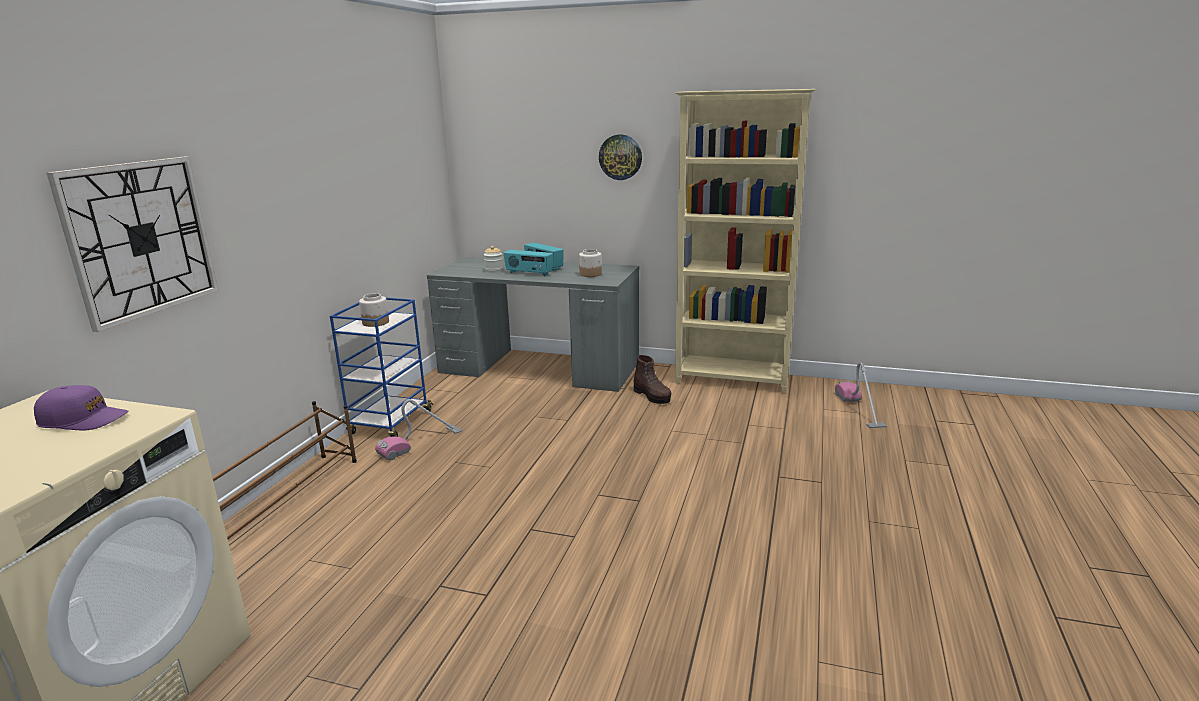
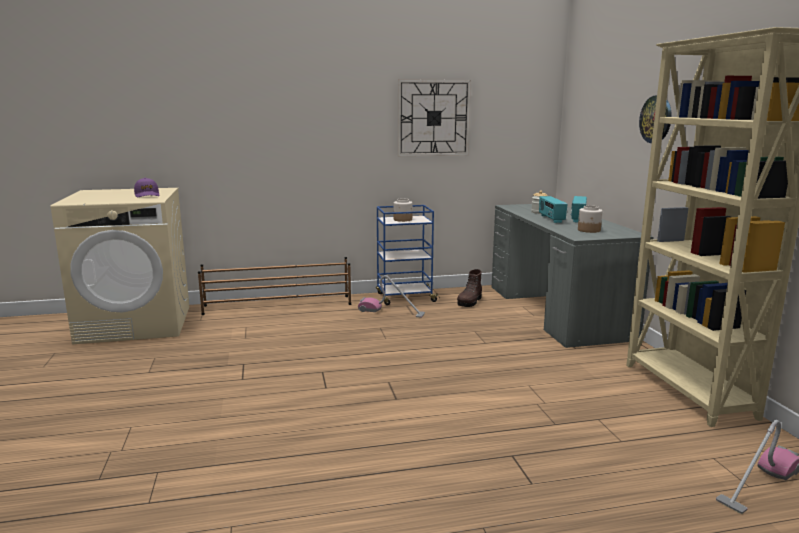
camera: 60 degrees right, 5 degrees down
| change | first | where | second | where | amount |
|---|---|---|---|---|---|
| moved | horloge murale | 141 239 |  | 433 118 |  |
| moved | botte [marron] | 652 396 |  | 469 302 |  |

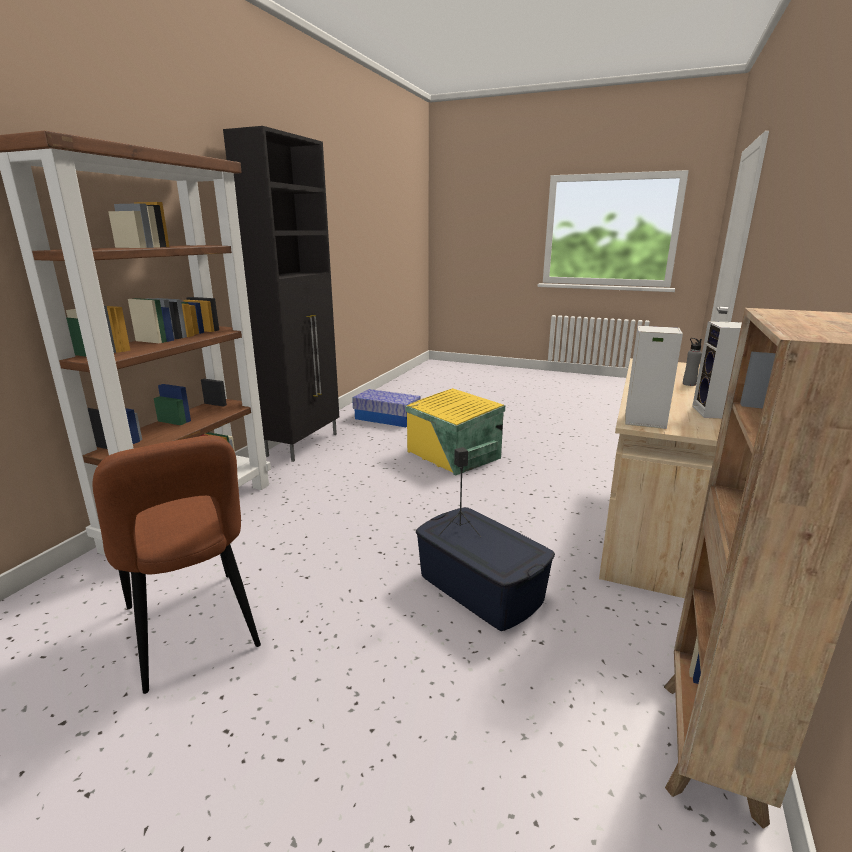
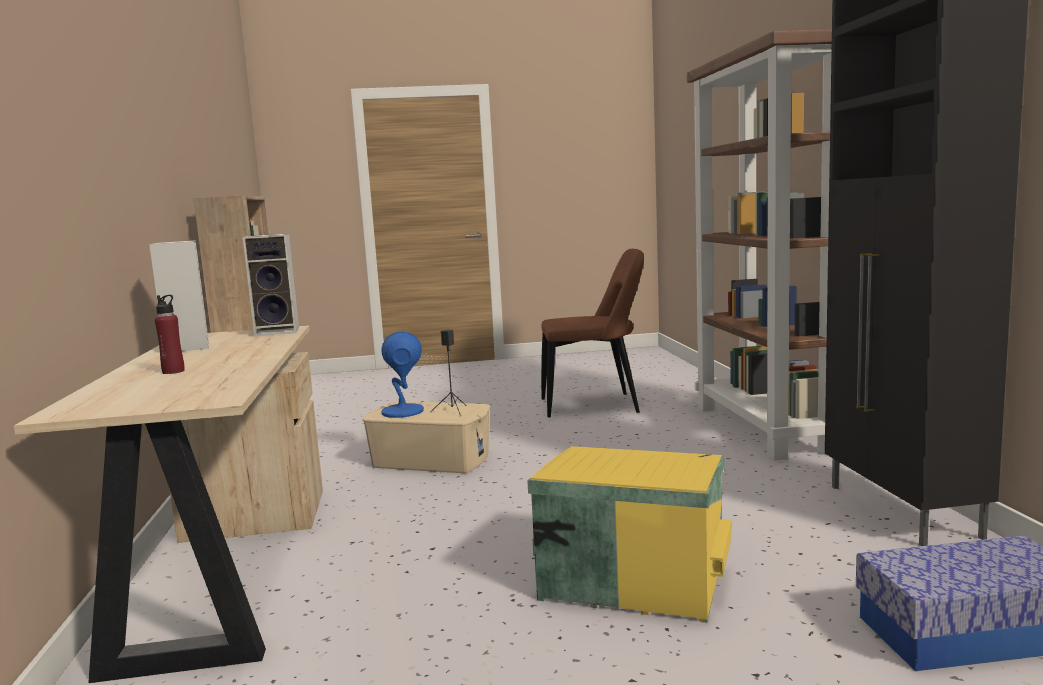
camera: 150 degrees right, 10 degrees down
| change | first | where | second | where | amount |
|---|---|---|---|---|---|
| turned | chaise [marron] | 193 632 |  | 594 406 | 150 degrees clockwise |
| recoloured | boîte de rangement [bleu] | 480 588 | boîte de rangement [beige] | 431 460 |  |
| recoloured | bouteille [gris] | 689 384 | bouteille [rouge] | 173 371 |  |
| added |  |  | lampe de table [bleu] | 402 412 |  |

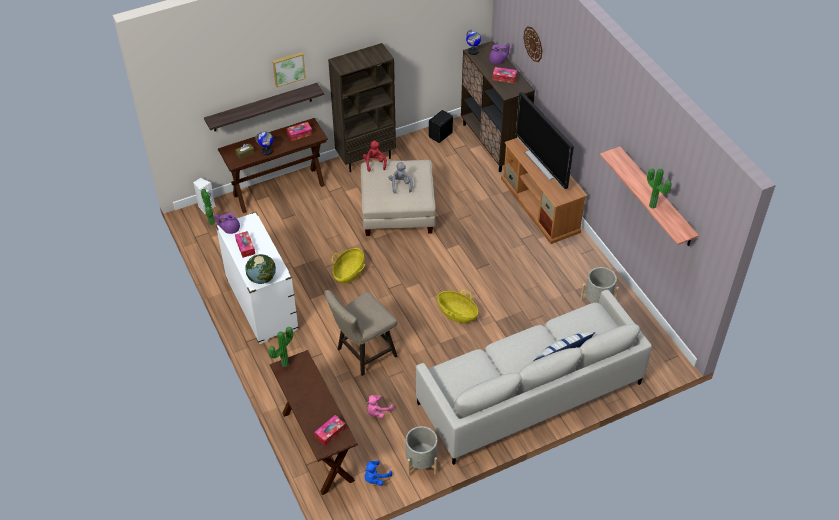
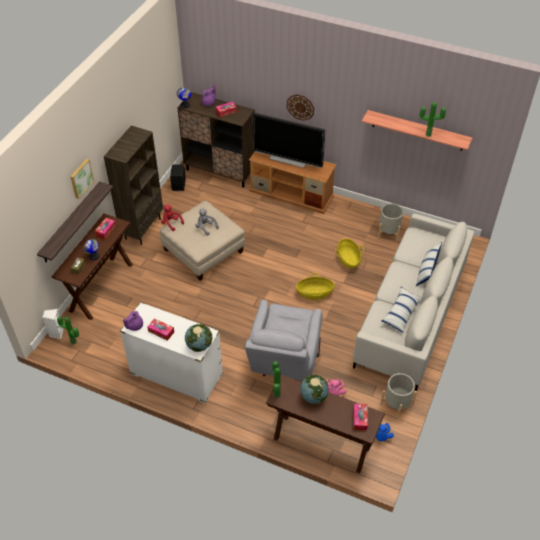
camera: 40 degrees left, 0 degrees up
| change | first | where | second | where | amount |
|---|---|---|---|---|---|
| replaced | tabouret [beige] | 363 354 | fauteuil [gris] | 283 360 |  |
| moved | panier | 349 272 |  | 348 259 |  |
| moved | horloge murale | 533 44 |  | 300 107 |  |
| added |  |  | globe | 313 396 |  |
| added |  |  | coussin | 401 313 |  |

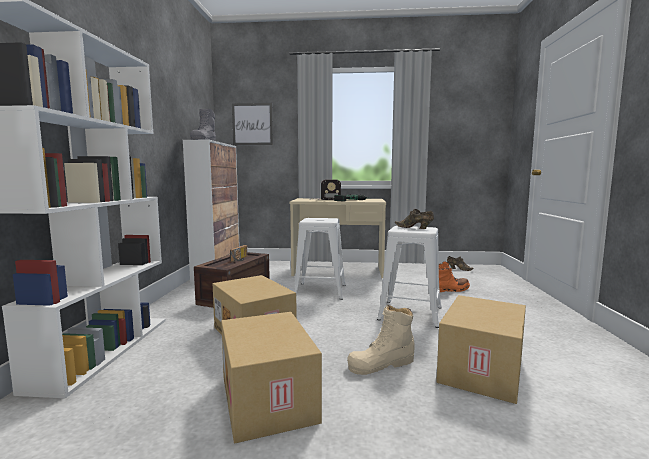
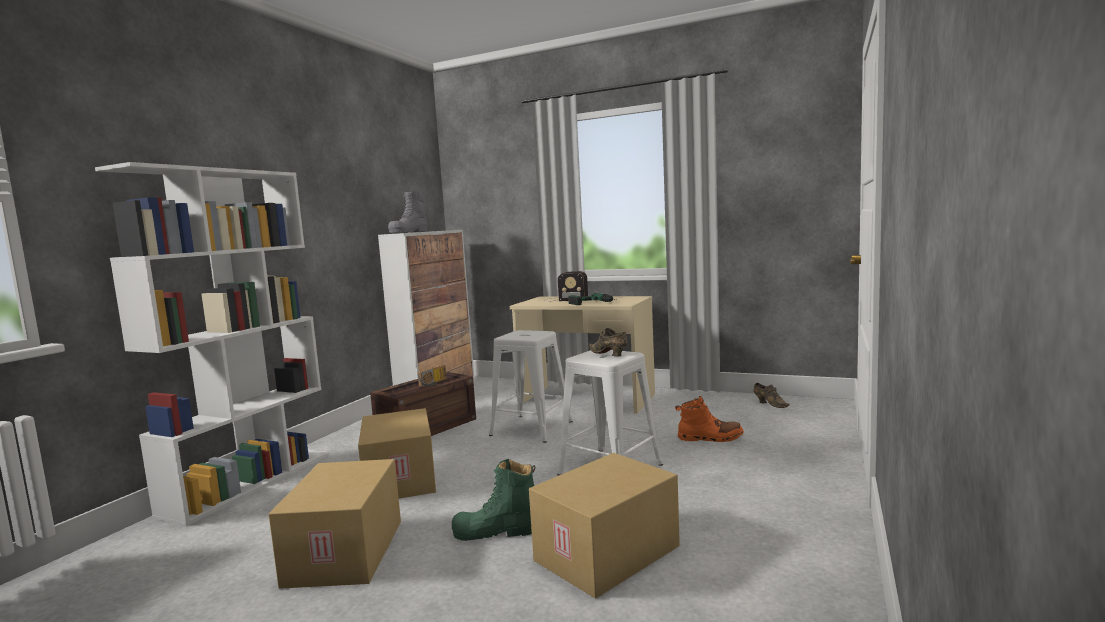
camera: 20 degrees right, 0 degrees up
| change | first | where | second | where | amount |
|---|---|---|---|---|---|
| removed | tableau | 252 124 |  |  |  |
| recoloured | botte [beige] | 381 364 | botte [vert] | 497 531 |  |

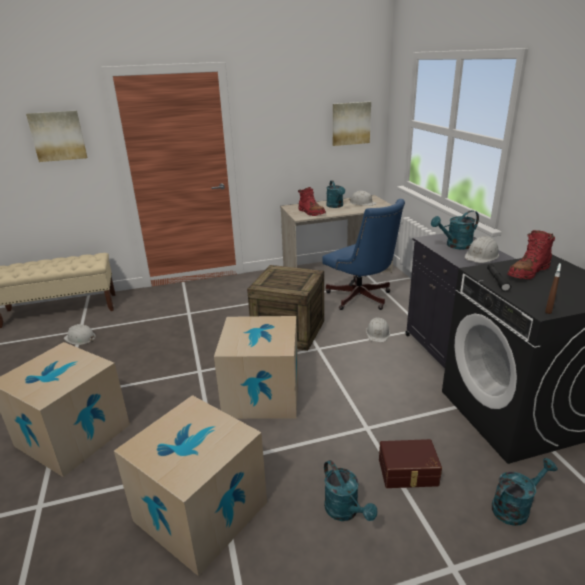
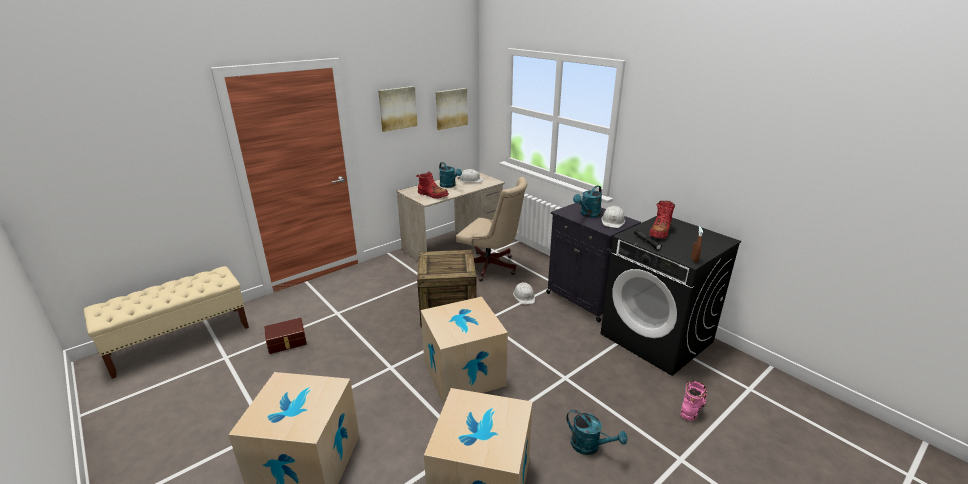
camera: 25 degrees left, 0 degrees up
| change | first | where | second | where | amount |
|---|---|---|---|---|---|
| moved | tableau | 58 136 |  | 397 108 |  |
| removed | casque de chantier [blanc] | 80 338 |  |  |  |
| recoloured | chaise de bureau [bleu] | 361 299 | chaise de bureau [beige] | 491 268 |  |
| moved | boîte de rangement [marron] | 408 473 |  | 287 342 |  |
| replaced | arrosoir [turquoise] | 515 507 | botte [rose] | 692 404 |  |

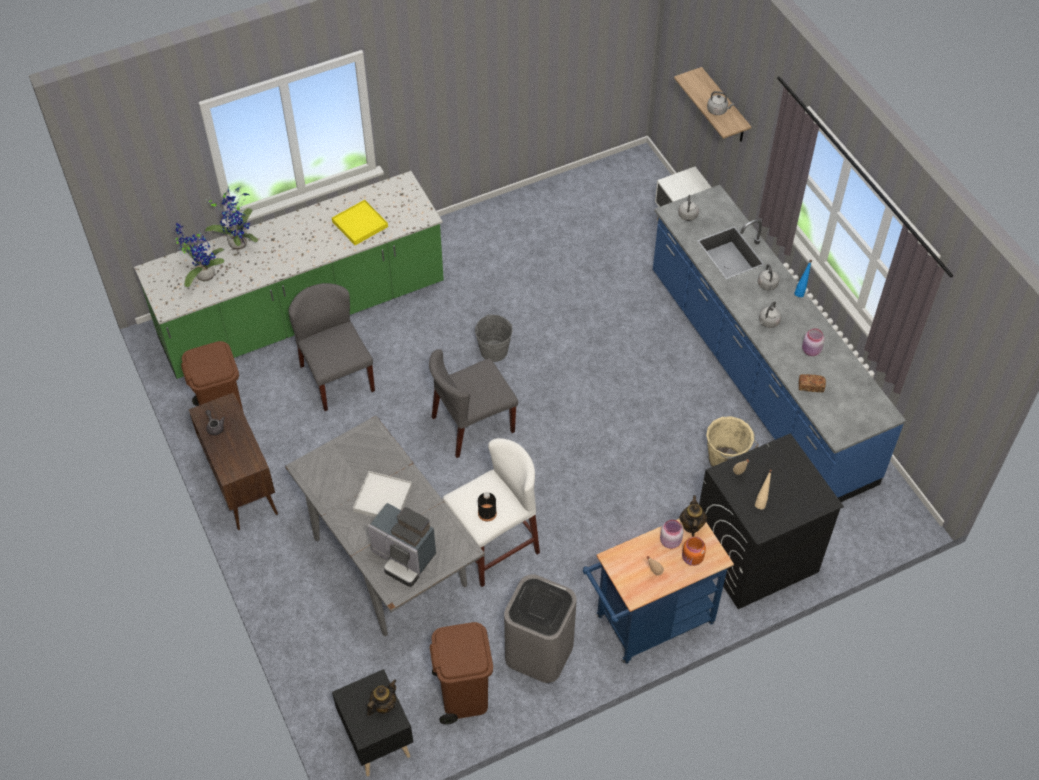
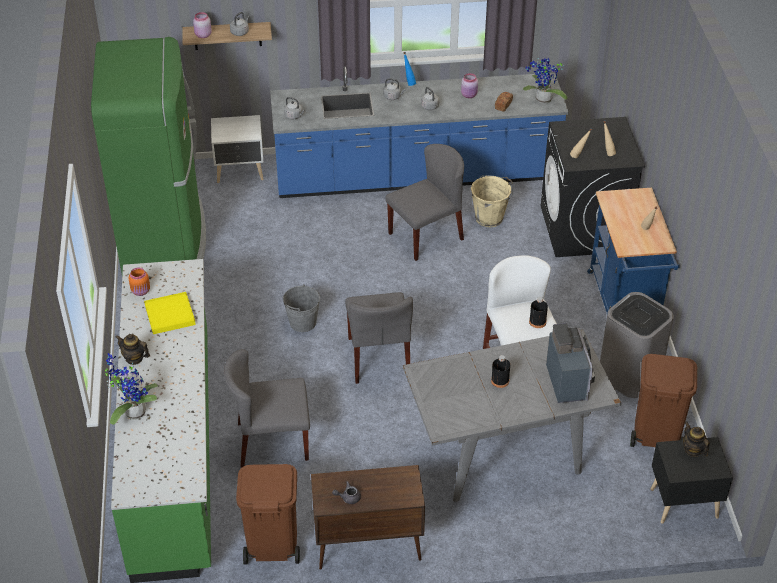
camera: 70 degrees left, 10 degrees down
| change | first | where | second | where | amount |
|---|---|---|---|---|---|
| moved | plante en pot | 203 274 |  | 542 100 |  |
| replaced | plateau [blanc] | 382 498 | bouteille [noir] | 500 381 |  |
| turned | machine à café | 404 558 |  | 569 381 | 60 degrees counterclockwise |
| moved | bocal [rose] | 669 541 |  | 202 35 |  |
| moved | théière | 691 525 |  | 134 358 |  |
| moved | bocal [orange] | 692 559 |  | 141 291 |  |
| added |  |  | réfrigérateur [vert] | 164 237 |  |
| added |  |  | chaise [gris] | 426 236 |  |

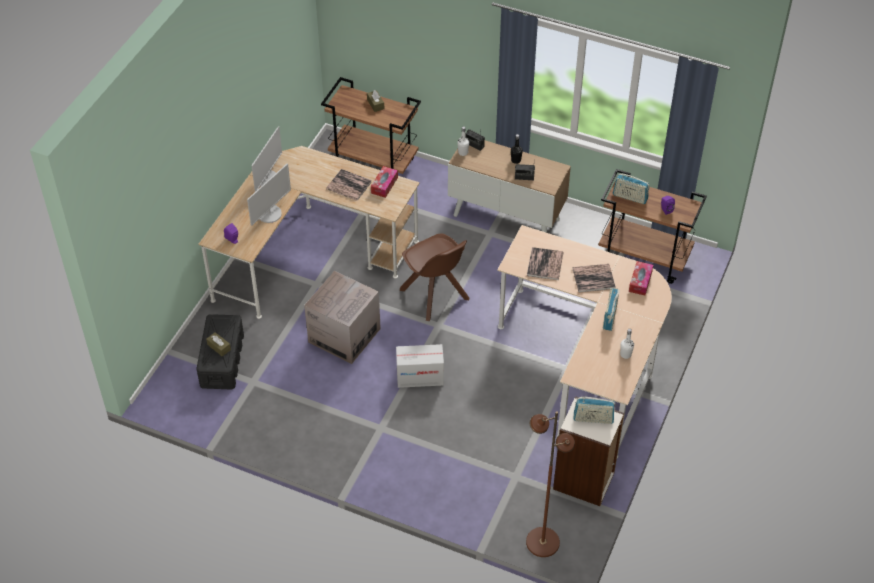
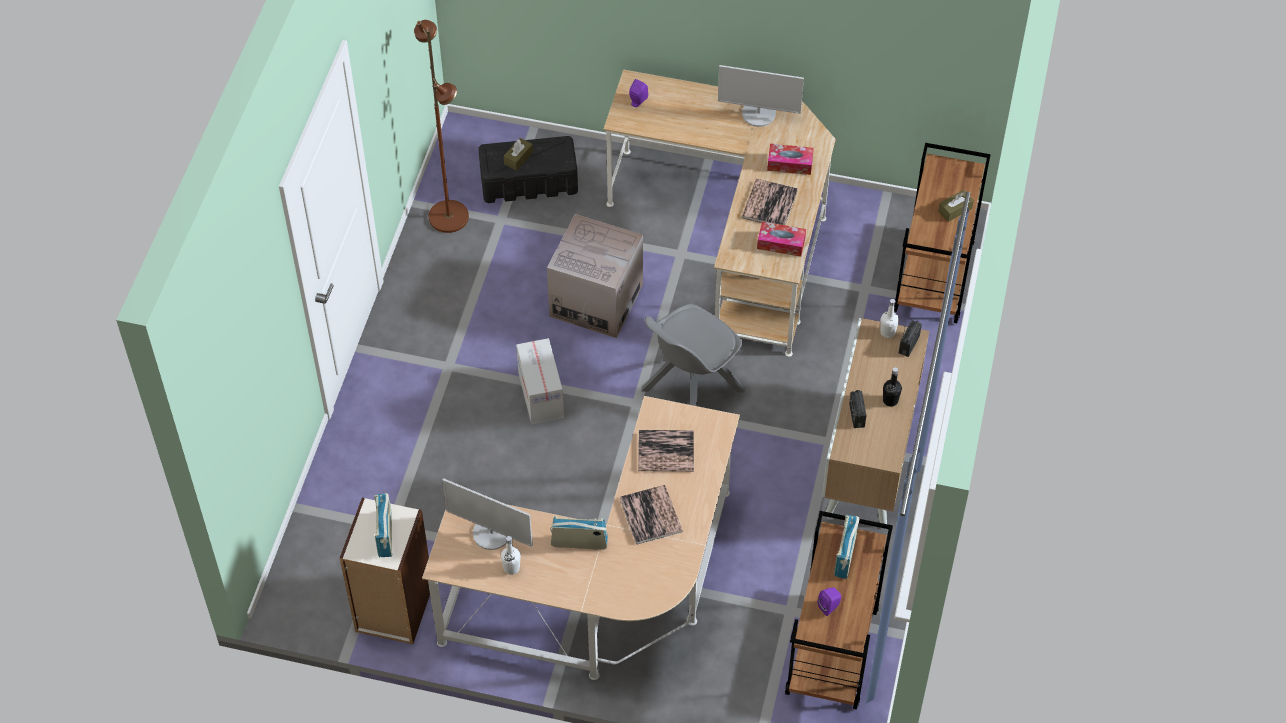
camera: 80 degrees right, 5 degrees up
| change | first | where | second | where | amount |
|---|---|---|---|---|---|
| moved | écran d'ordinateur | 269 214 |  | 492 533 |  |
| recoloured | chaise [marron] | 435 296 | chaise [gris] | 690 391 |  |
| moved | lampadaire [marron] | 542 542 |  | 449 216 |  |
| moved | boîte à mouchoirs | 640 281 |  | 790 164 |  |

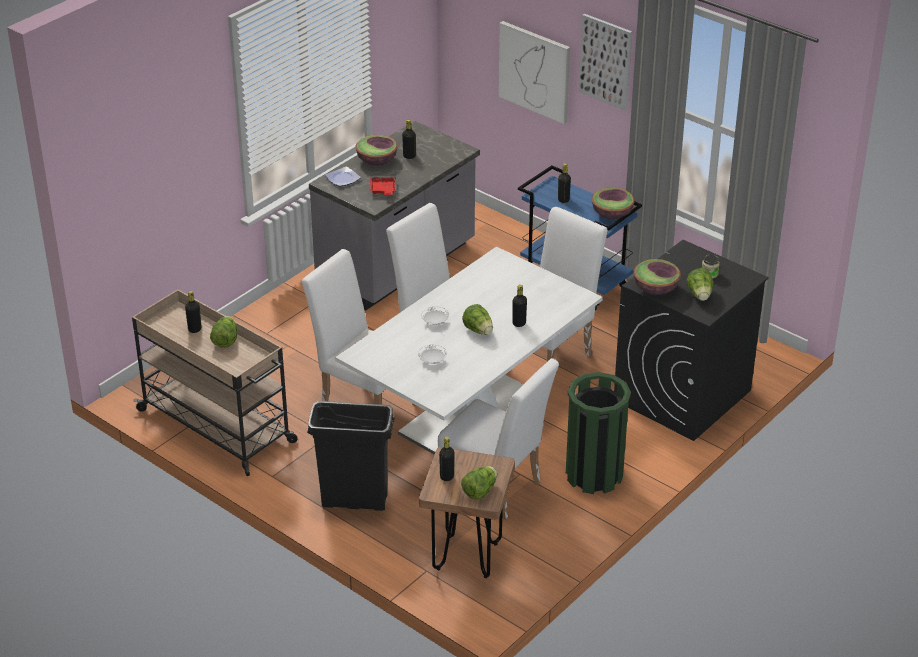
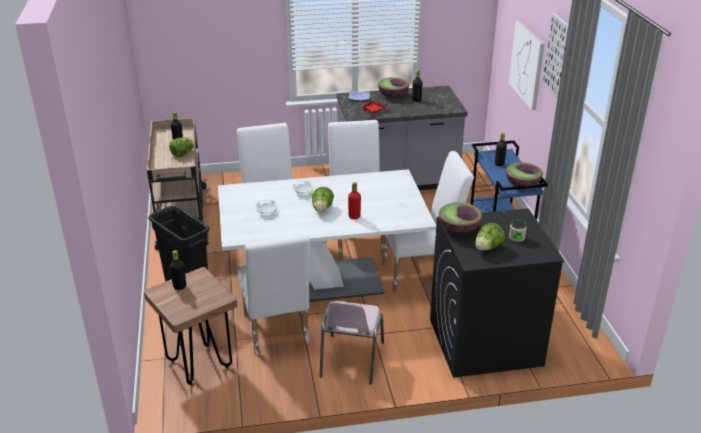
camera: 40 degrees right, 5 degrees down
| change | first | where | second | where | amount |
|---|---|---|---|---|---|
| removed | laitue | 480 491 |  |  |  |
| recoloured | bouteille [noir] | 519 323 | bouteille [rouge] | 354 216 |  |
| replaced | poubelle [vert] | 594 474 | chaise [rose] | 350 360 |  |

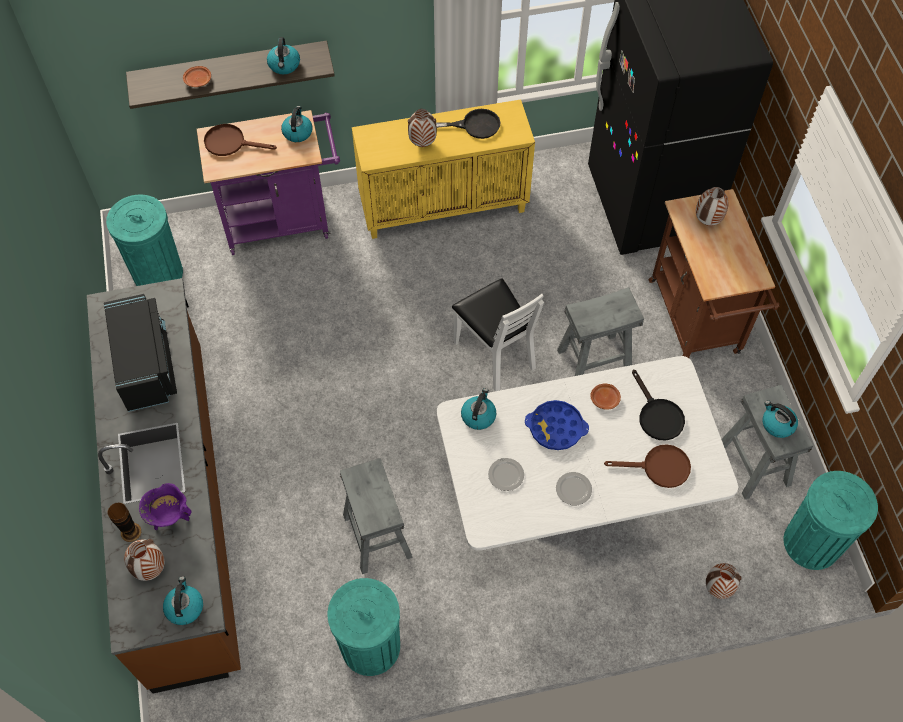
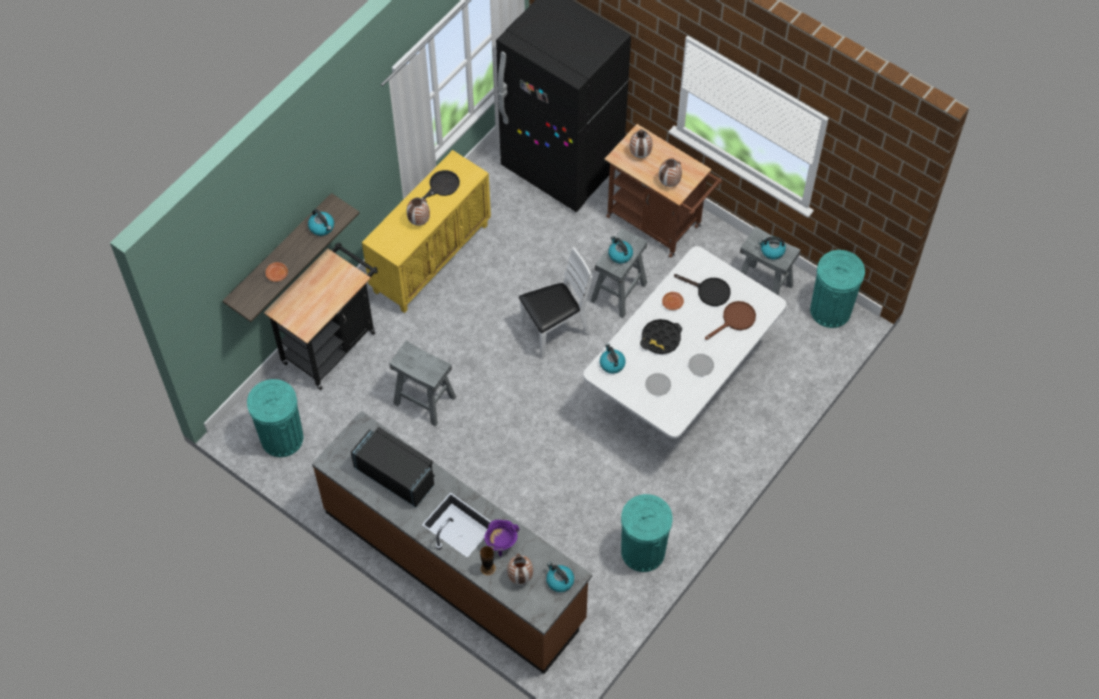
camera: 40 degrees left, 0 degrees up
| change | first | where | second | where | amount |
|---|---|---|---|---|---|
| recoloured | chariot [violet] | 283 221 | chariot [noir] | 332 343 |  |
| removed | poêle [marron] | 231 143 |  |  |  |
| moved | bouilloire | 297 132 |  | 620 254 |  |
| moved | tabouret [gris] | 376 535 |  | 424 400 |  |
| turned | chaise [blanc] | 495 354 |  | 555 331 | 45 degrees counterclockwise |
| recoloured | plateau [bleu] | 556 428 | plateau [noir] | 661 339 |  |
| moved | vase | 718 588 |  | 669 183 |  |

